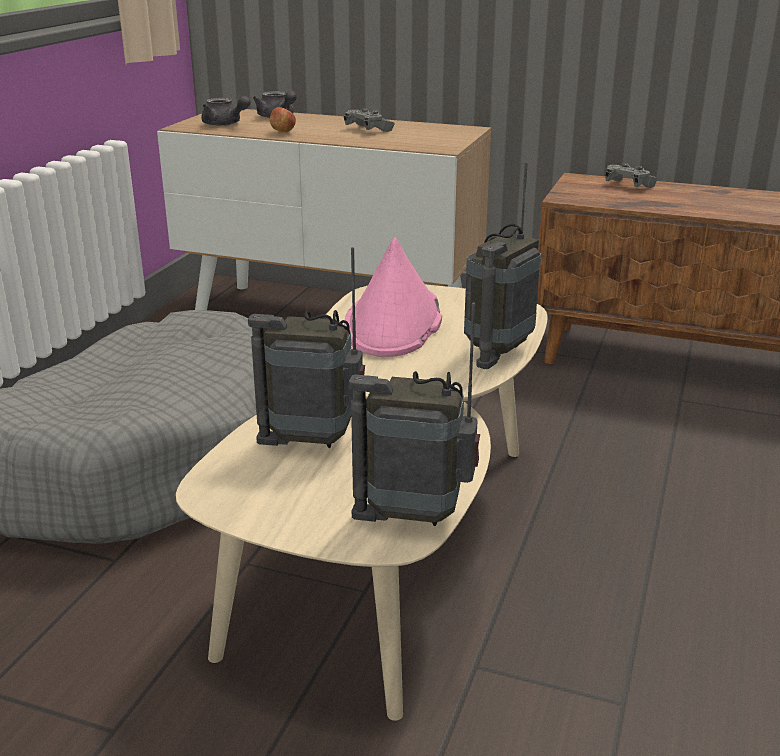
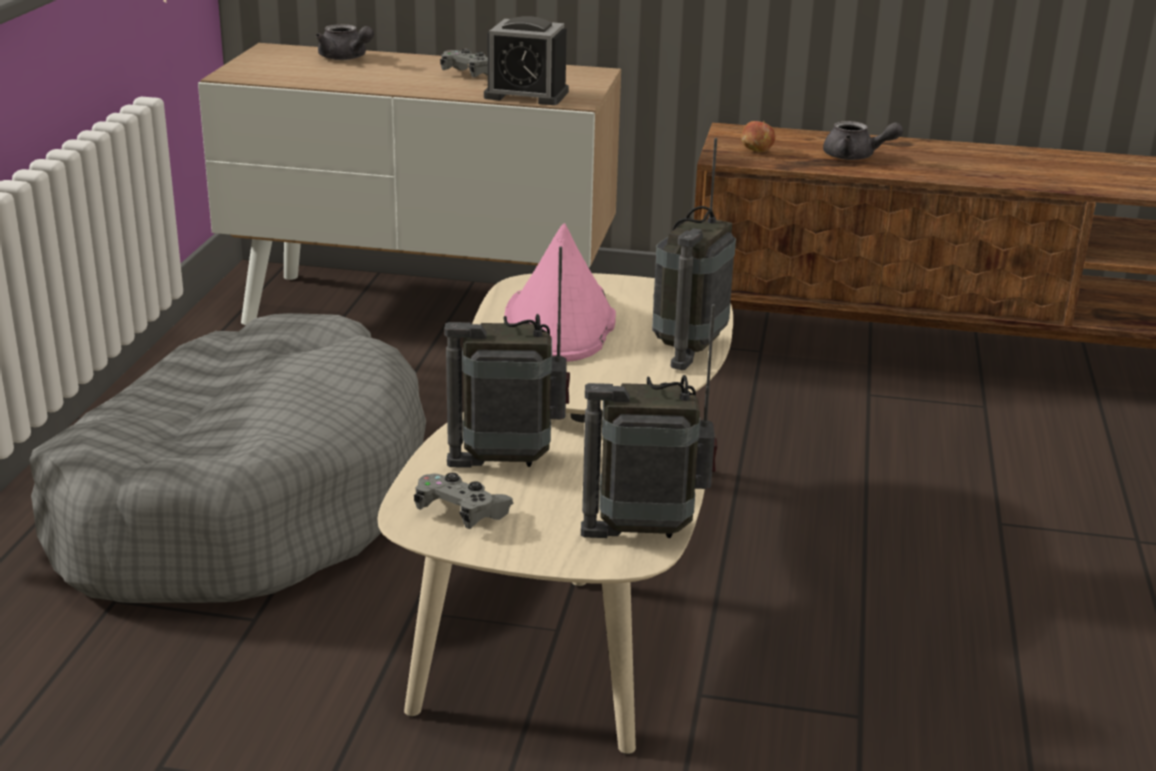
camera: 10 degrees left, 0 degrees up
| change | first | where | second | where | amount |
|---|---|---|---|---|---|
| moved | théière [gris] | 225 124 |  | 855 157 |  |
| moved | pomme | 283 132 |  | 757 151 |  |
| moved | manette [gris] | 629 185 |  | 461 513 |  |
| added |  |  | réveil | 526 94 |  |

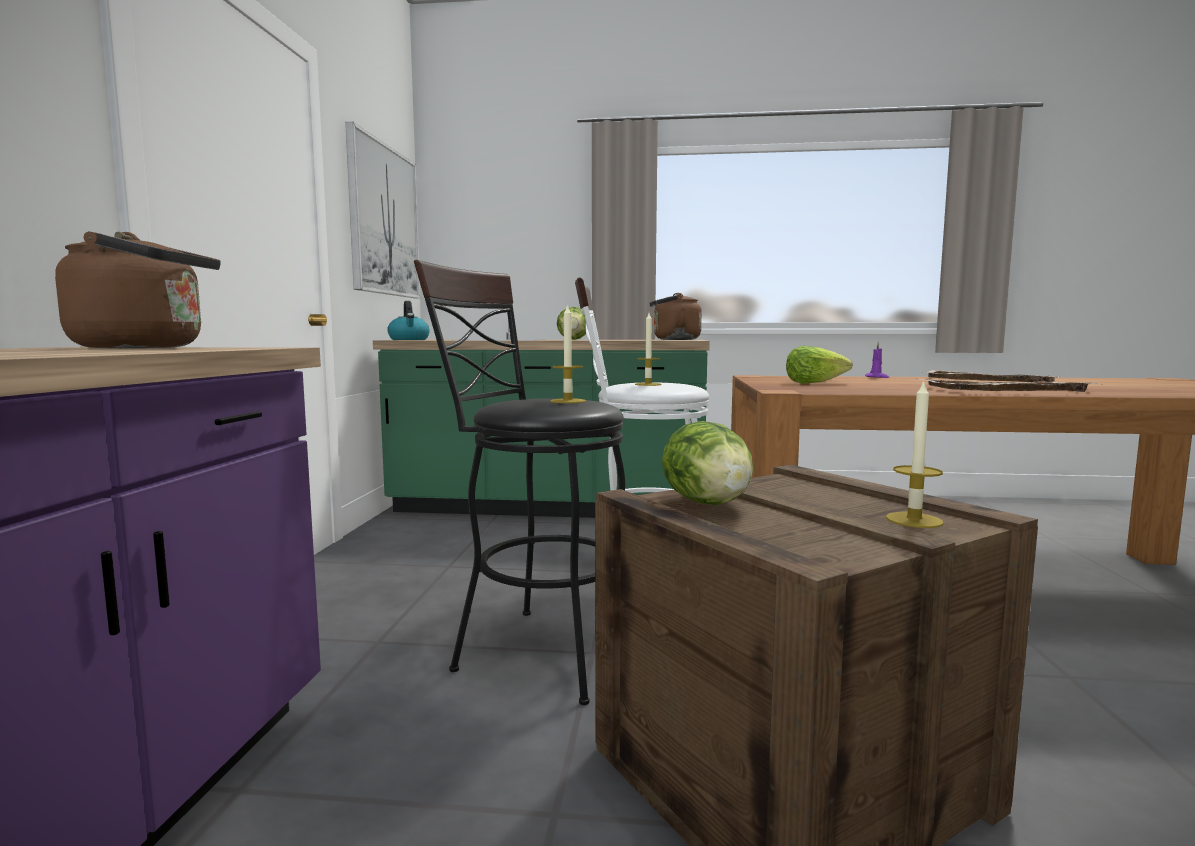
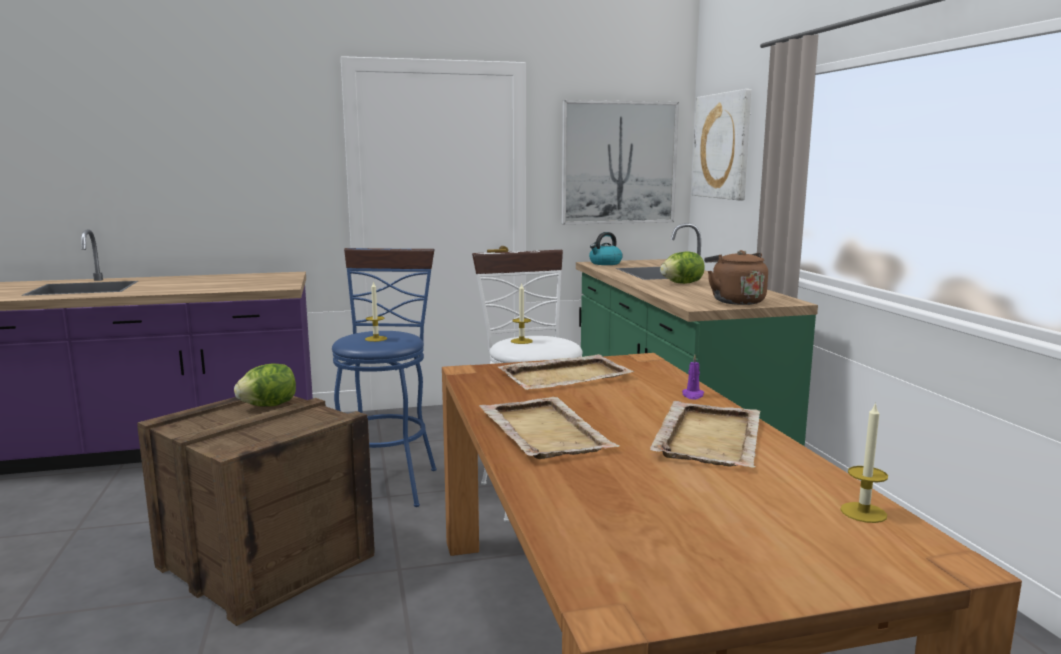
camera: 70 degrees right, 5 degrees up
| change | first | where | second | where | amount |
|---|---|---|---|---|---|
| removed | bouilloire [marron] | 147 347 |  |  |  |
| recoloured | tabouret [noir] | 536 649 | tabouret [bleu] | 387 481 |  |
| replaced | laitue | 814 383 | plateau [beige] | 566 376 |  |
| moved | bougie | 914 520 |  | 863 512 |  |
| added |  |  | tableau | 722 146 |  |

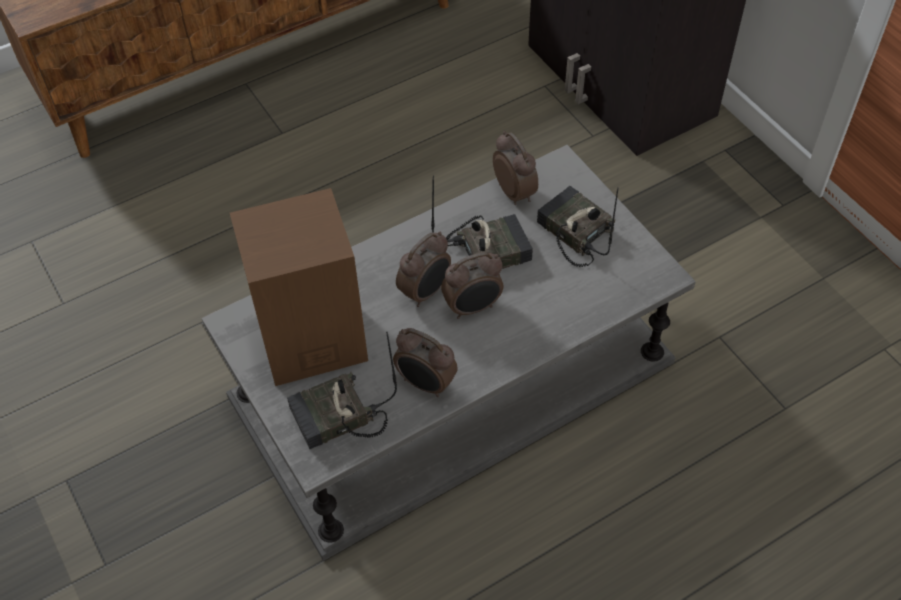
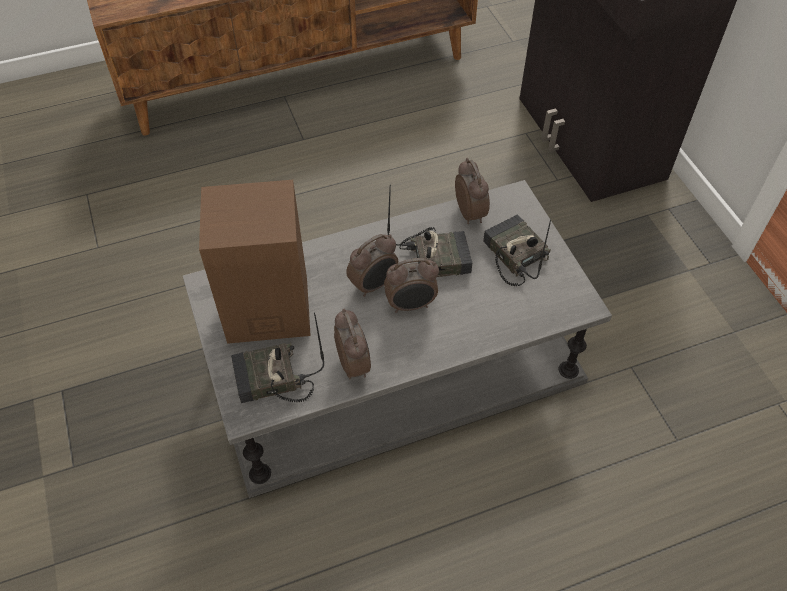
camera: 10 degrees right, 0 degrees up
| change | first | where | second | where | amount |
|---|---|---|---|---|---|
| turned | réveil | 425 384 |  | 354 364 | 150 degrees counterclockwise |

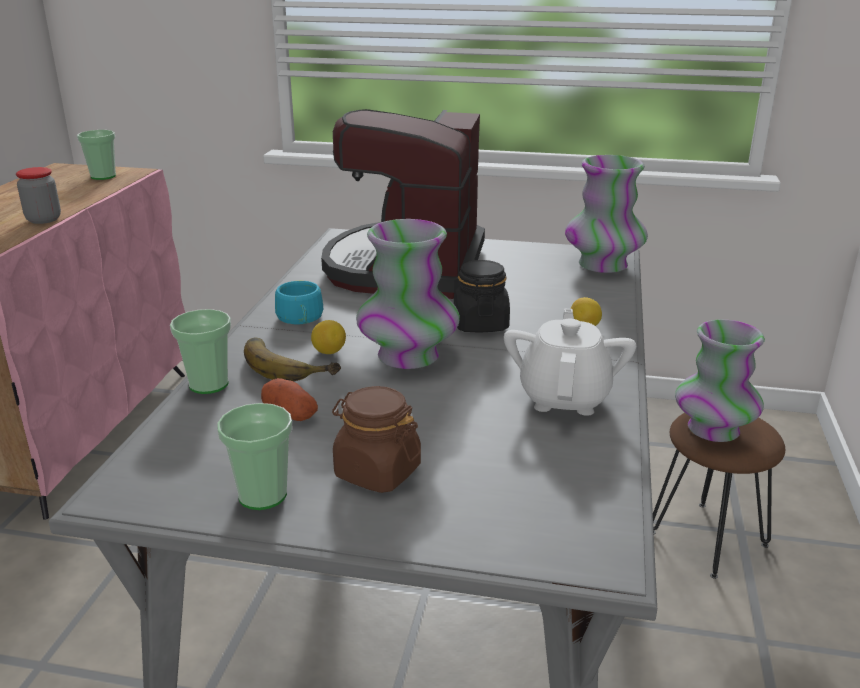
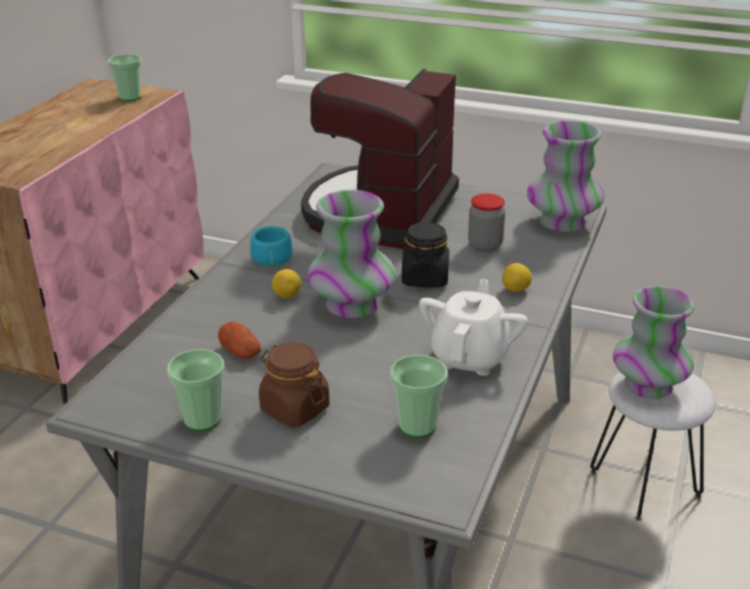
camera: 10 degrees right, 5 degrees up
| change | first | where | second | where | amount |
|---|---|---|---|---|---|
| moved | bocal | 43 219 |  | 485 245 |  |
| moved | tasse | 208 384 |  | 417 425 |  |
| removed | banane | 289 363 |  |  |  |
| recoloured | tabouret [marron] | 708 539 | tabouret [blanc] | 645 484 |  |

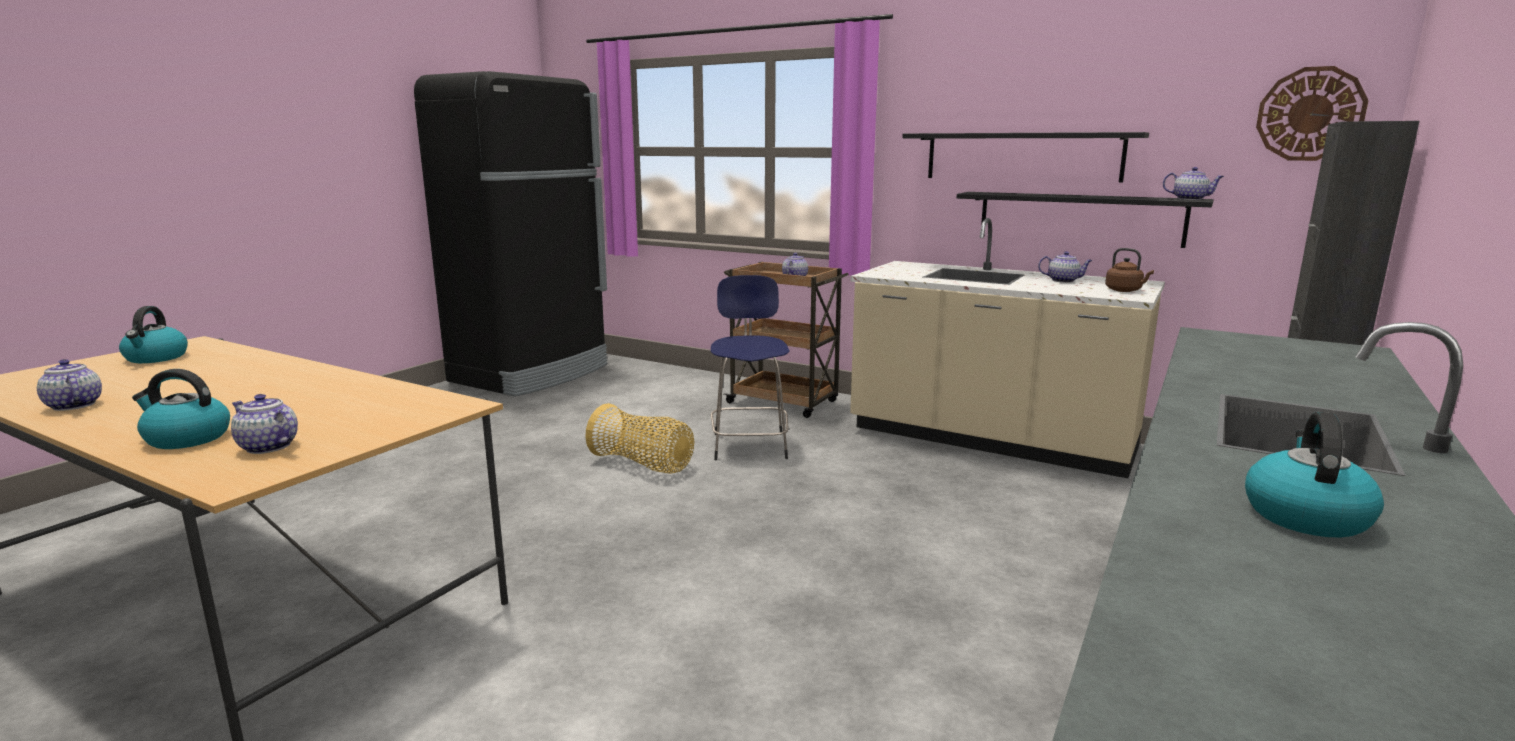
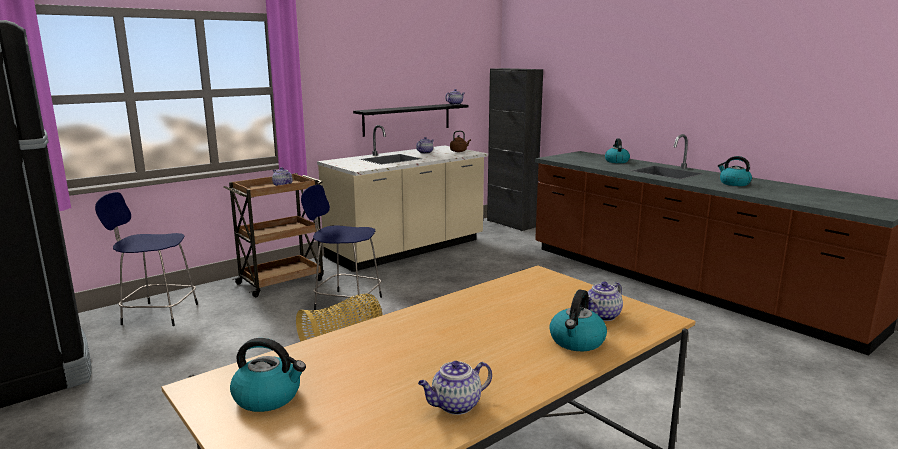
camera: 70 degrees left, 0 degrees up
| change | first | where | second | where | amount |
|---|---|---|---|---|---|
| removed | étagère [noir] | 1022 156 |  |  |  |
| removed | horloge murale | 1310 114 |  |  |  |
| added |  |  | tabouret [bleu] | 158 314 |  |
| added |  |  | bouilloire | 616 161 |  |

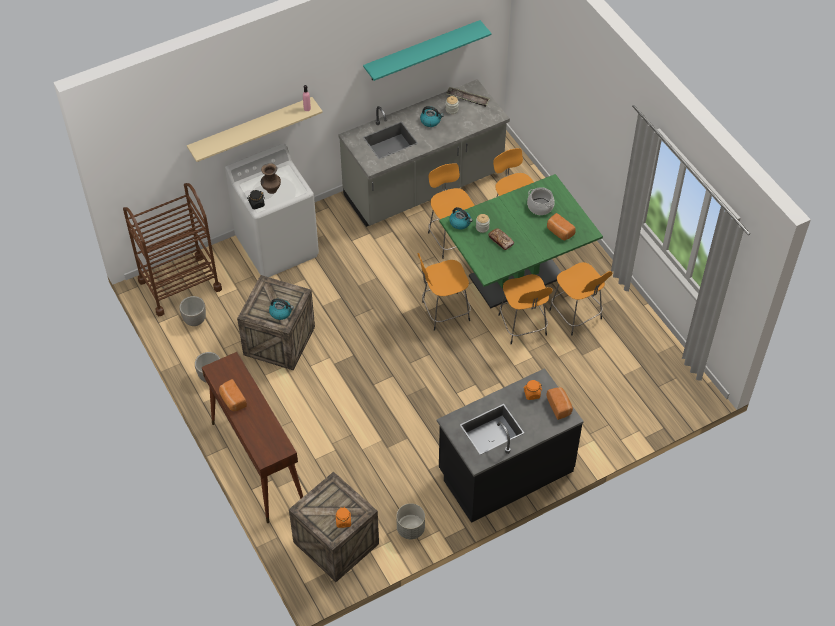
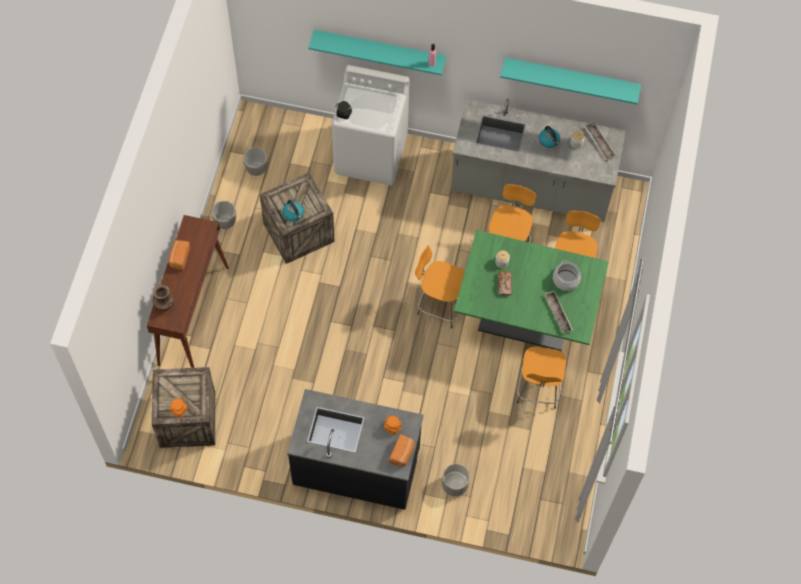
camera: 40 degrees right, 10 degrees up
| change | first | where | second | where | amount |
|---|---|---|---|---|---|
| removed | chariot [marron] | 180 285 |  |  |  |
| recoloured | étagère [beige] | 251 129 | étagère [turquoise] | 380 49 |  |
| moved | vase [marron] | 271 190 |  | 164 306 |  |
| moved | cache-pot [gris] | 411 529 |  | 454 485 |  |
| removed | bouilloire | 460 223 |  |  |  |
| removed | tabouret [orange] | 523 326 |  |  |  |
| replaced | pain | 559 232 | plateau | 558 313 |  |

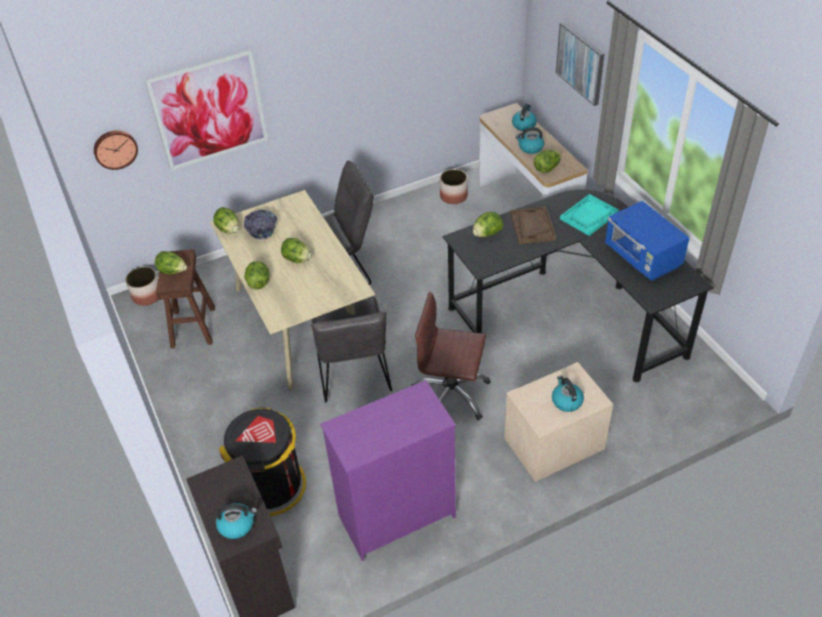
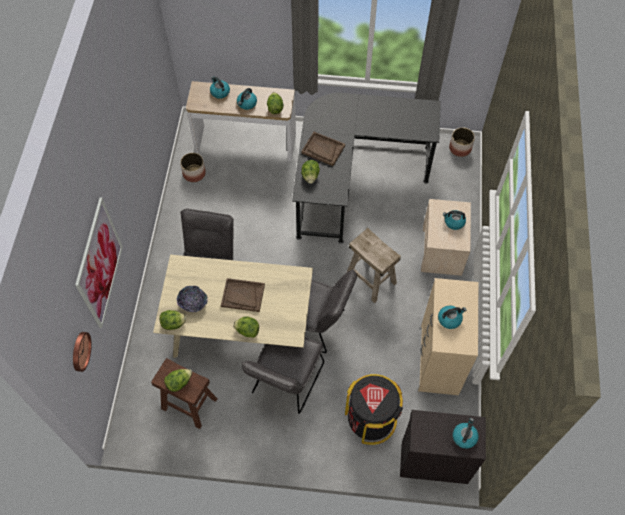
camera: 60 degrees left, 15 degrees up
| change | first | where | second | where | amount |
|---|---|---|---|---|---|
| moved | cache-pot | 147 295 |  | 460 148 |  |
| replaced | laitue | 297 259 | plateau [marron] | 243 295 |  |
| recoloured | commode [violet] | 396 515 | commode [beige] | 438 359 |  |
| replaced | chaise de bureau [marron] | 451 395 | tabouret [beige] | 370 280 |  |
| removed | tableau | 581 63 |  |  |  |
| removed | plateau [turquoise] | 589 216 |  |  |  |
| removed | micro-ondes [bleu] | 642 258 |  |  |  |
| added |  |  | chaise [gris] | 285 382 |  |
| added |  |  | bouilloire | 449 319 |  |

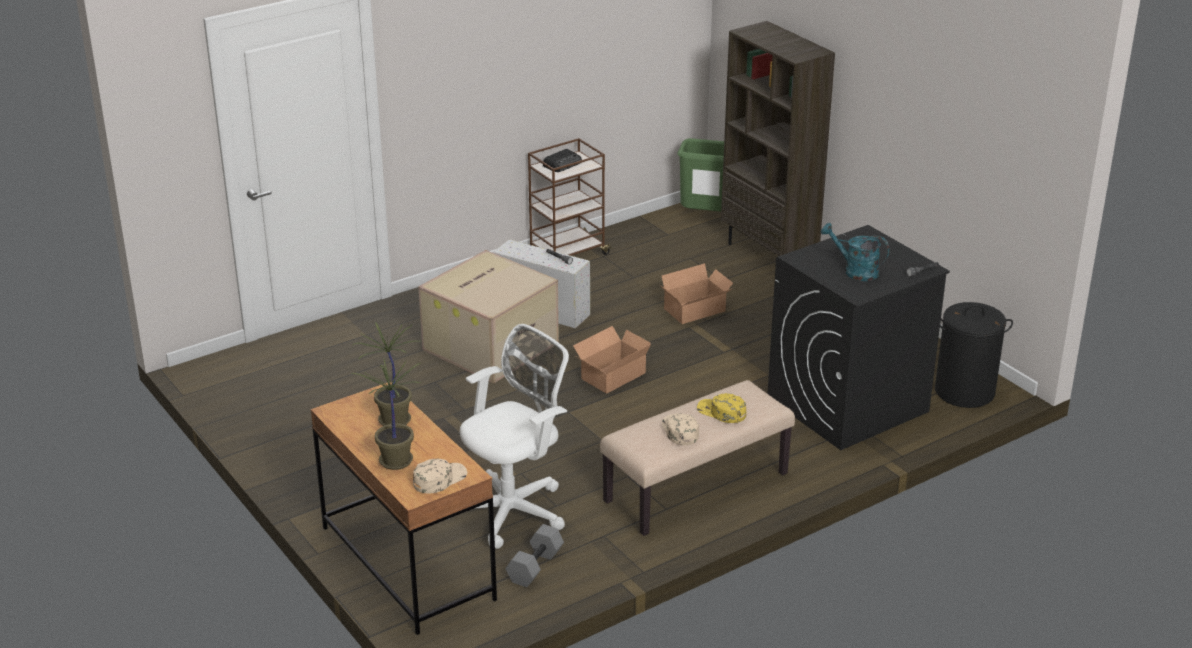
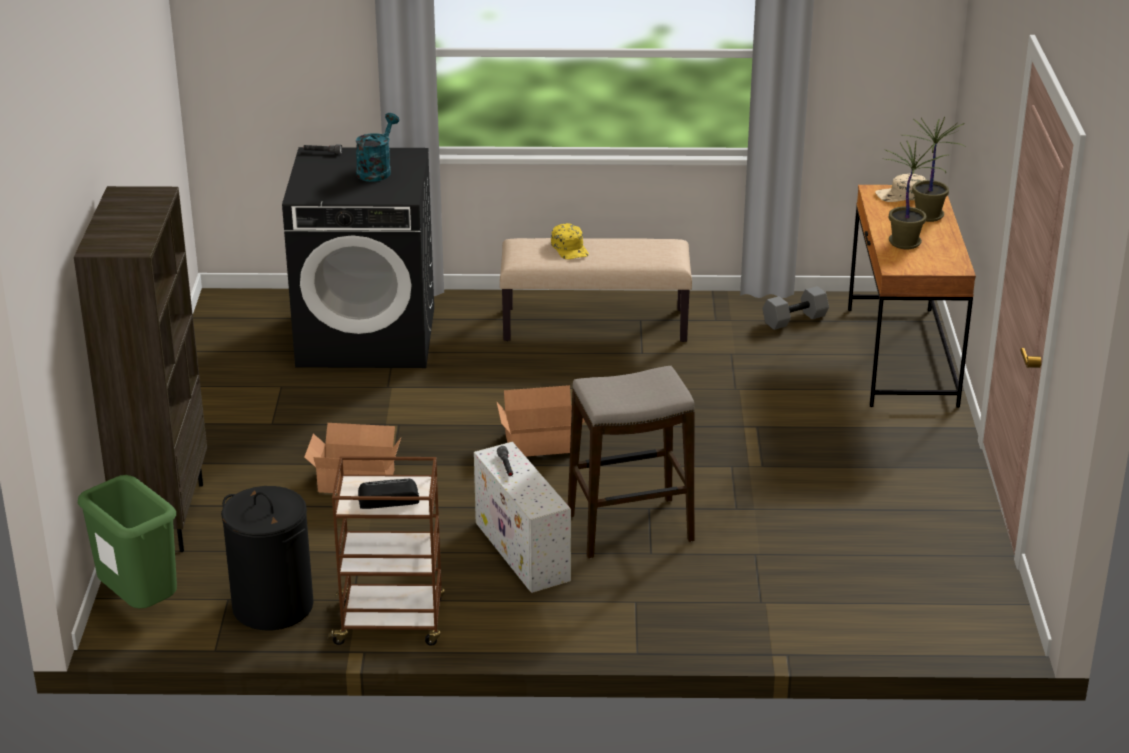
camera: 145 degrees left, 0 degrees up
| change | first | where | second | where | amount |
|---|---|---|---|---|---|
| replaced | carton | 490 345 | tabouret | 630 529 |  |
| removed | chaise de bureau [blanc] | 513 510 |  |  |  |
| removed | casquette [beige] | 679 431 |  |  |  |
| turned | arrosoir [turquoise] | 855 271 |  | 376 170 | 135 degrees counterclockwise |
| moved | panier à linge [noir] | 965 392 |  | 272 606 |  |

